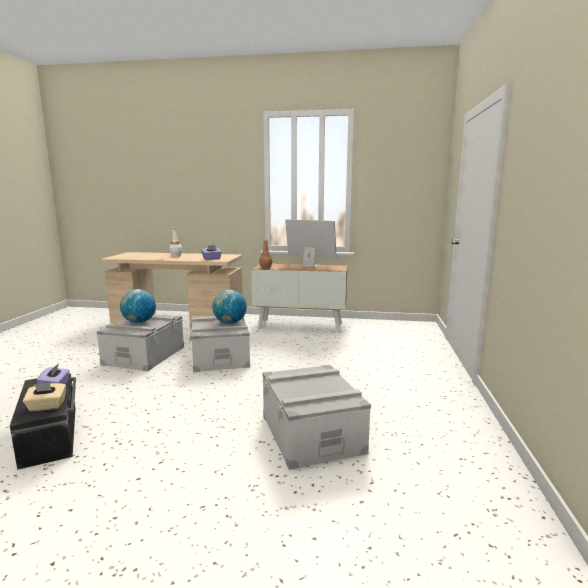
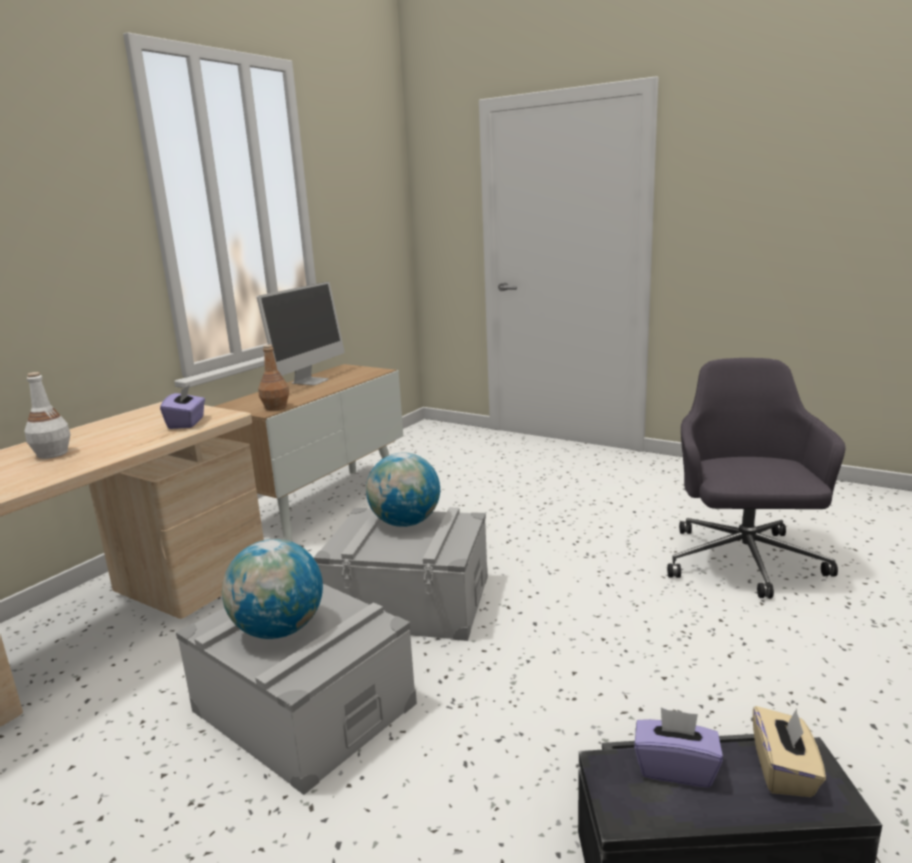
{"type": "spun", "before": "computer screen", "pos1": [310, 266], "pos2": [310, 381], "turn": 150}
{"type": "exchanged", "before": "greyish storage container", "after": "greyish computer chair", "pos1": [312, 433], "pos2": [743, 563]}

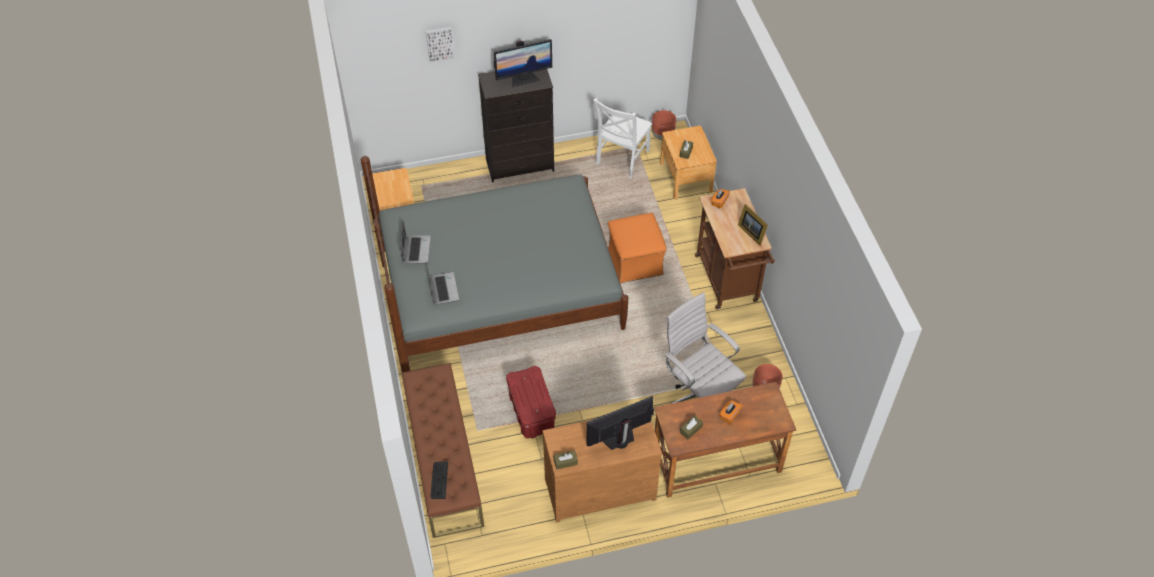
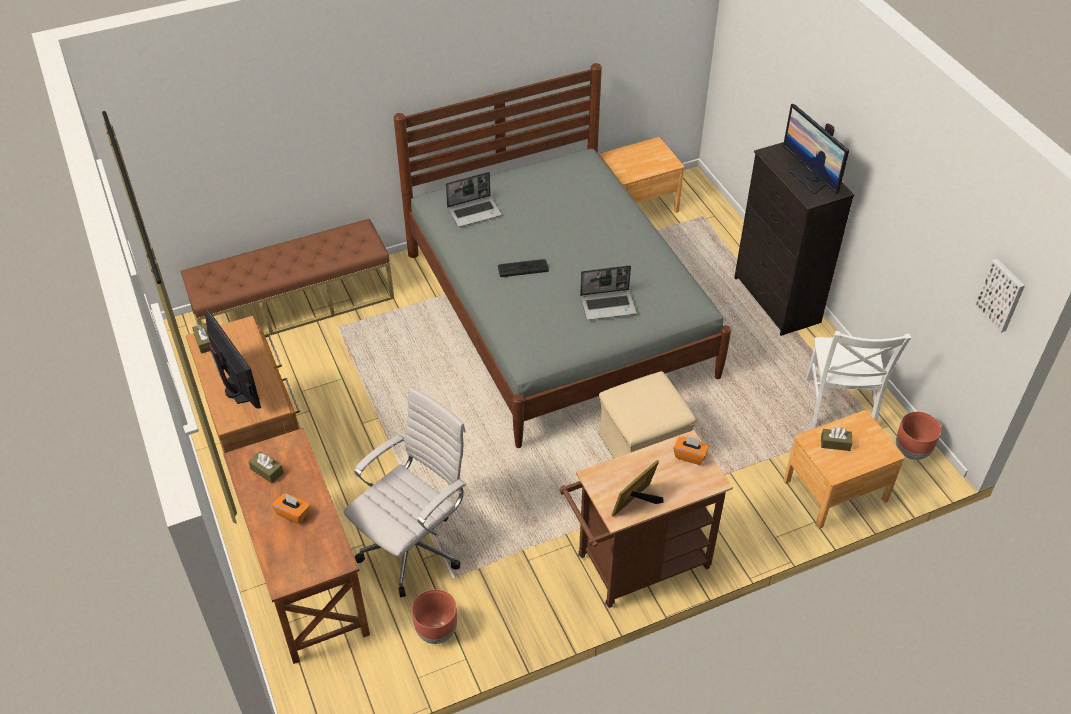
{"type": "relocated", "before": "computer keyboard", "pos1": [439, 480], "pos2": [523, 268]}
{"type": "relocated", "before": "notebook computer", "pos1": [416, 249], "pos2": [608, 305]}
{"type": "colour", "before": "orange-coloured pouffe", "after": "beige pouffe", "pos1": [635, 261], "pos2": [643, 446]}
{"type": "spun", "before": "whitish chair", "pos1": [621, 159], "pos2": [839, 406], "turn": -105}
{"type": "relocated", "before": "wall picture", "pos1": [440, 43], "pos2": [1001, 294]}
{"type": "missing", "before": "reddish storage container", "pos1": [531, 413]}

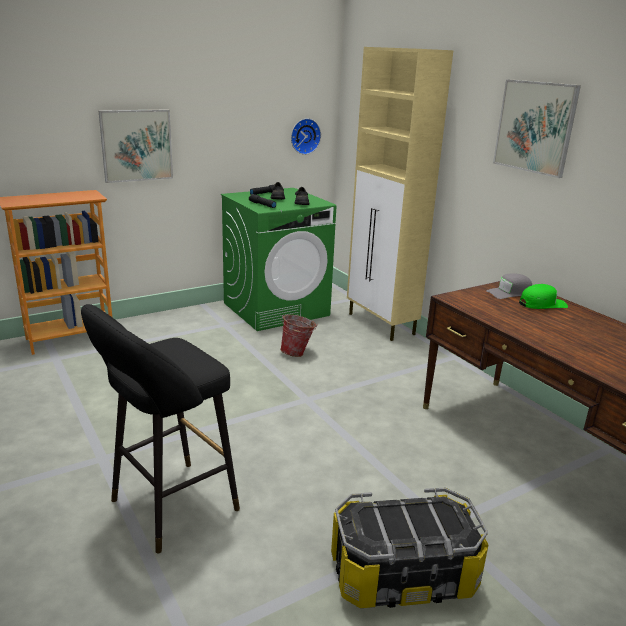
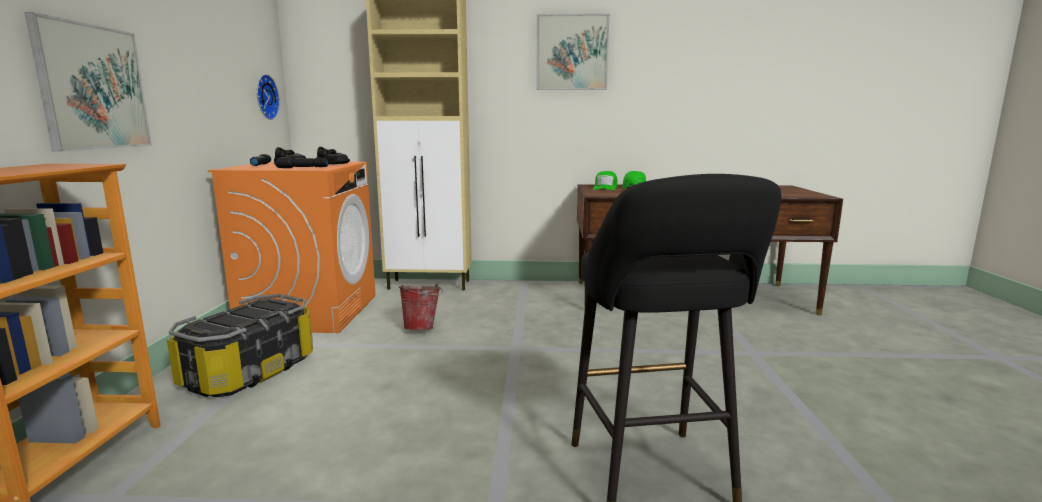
{"type": "relocated", "before": "storage container", "pos1": [402, 574], "pos2": [249, 372]}
{"type": "colour", "before": "green laundry appliance", "after": "orange-coloured laundry appliance", "pos1": [276, 309], "pos2": [310, 312]}
{"type": "colour", "before": "greyish cap", "after": "green cap", "pos1": [509, 293], "pos2": [605, 188]}

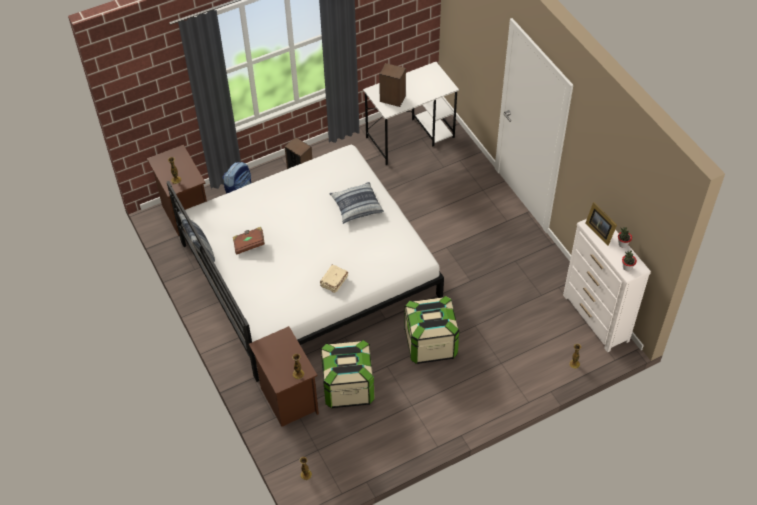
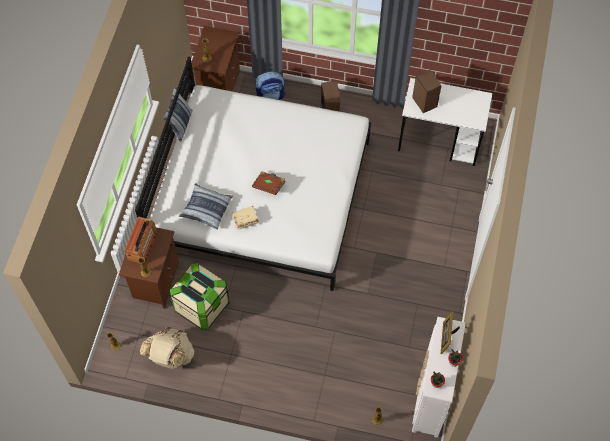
{"type": "appeared", "after": "radio set", "pos2": [142, 245]}
{"type": "appeared", "after": "beige backpack", "pos2": [170, 356]}
{"type": "relocated", "before": "cushion", "pos1": [356, 206], "pos2": [206, 209]}
{"type": "relocated", "before": "brown-coloured bound book", "pos1": [249, 244], "pos2": [269, 186]}
{"type": "missing", "before": "storage container", "pos1": [430, 344]}

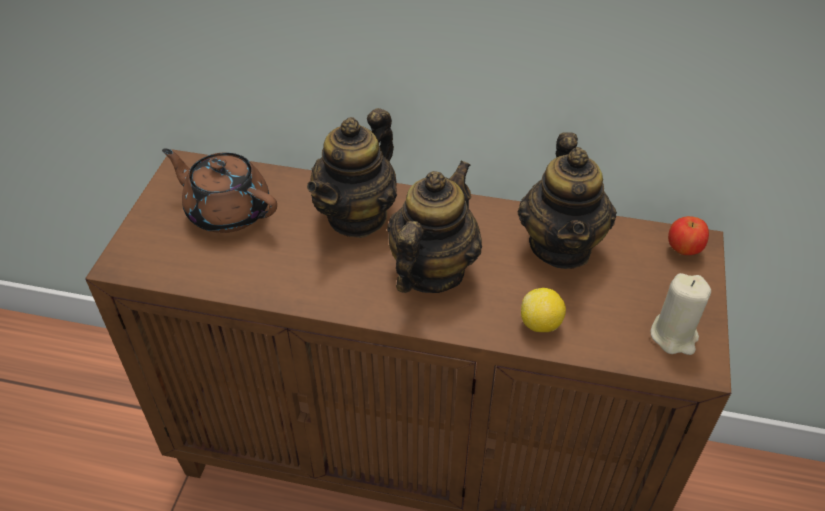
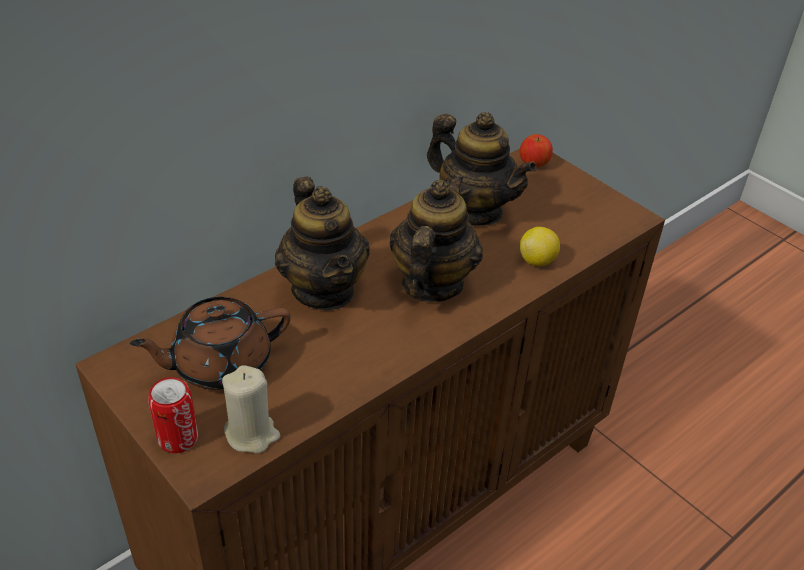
{"type": "appeared", "after": "sealed can", "pos2": [178, 438]}
{"type": "relocated", "before": "beige wax candle", "pos1": [674, 336], "pos2": [251, 434]}
{"type": "spun", "before": "tea pot", "pos1": [431, 271], "pos2": [431, 283], "turn": 45}

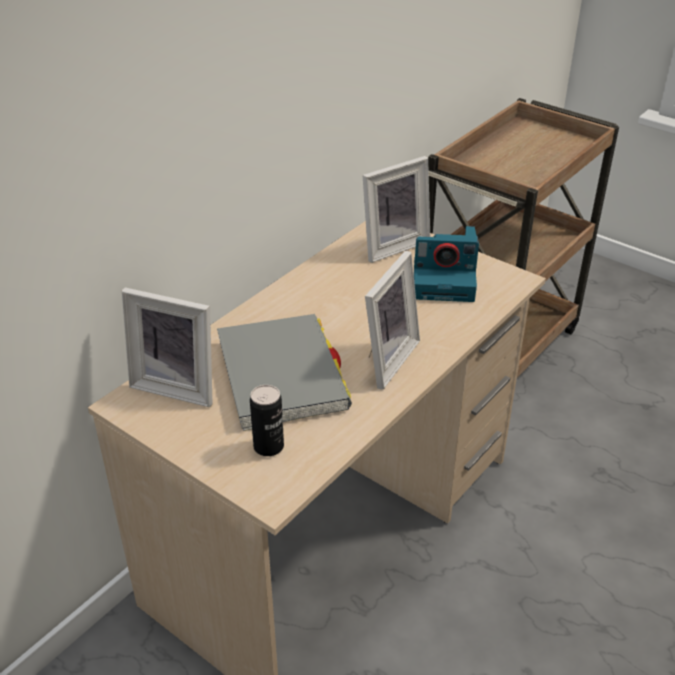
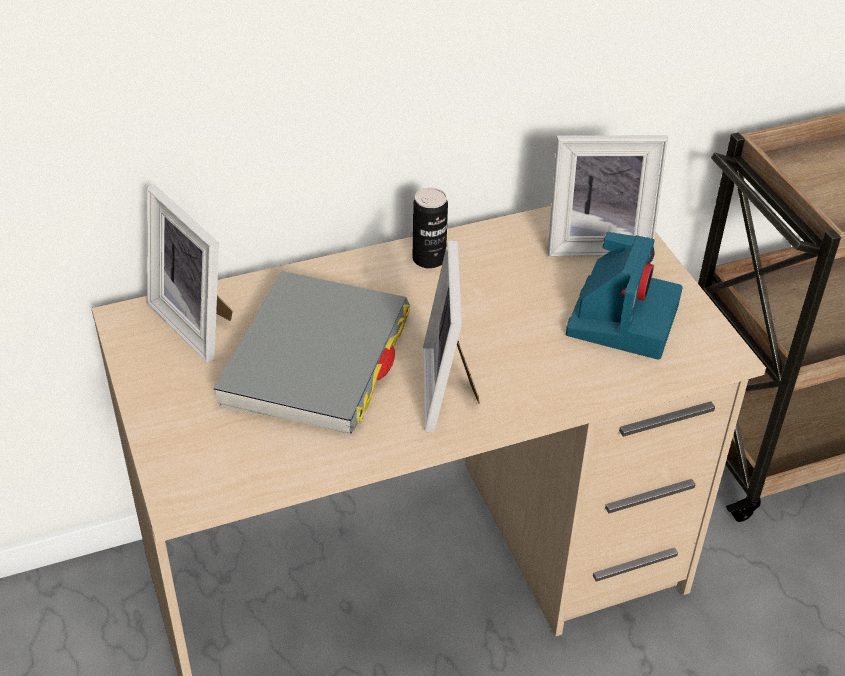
{"type": "relocated", "before": "sealed can", "pos1": [268, 446], "pos2": [429, 259]}
{"type": "spun", "before": "photo frame", "pos1": [384, 359], "pos2": [451, 389], "turn": 120}
{"type": "spun", "before": "still camera", "pos1": [445, 281], "pos2": [622, 318], "turn": -105}

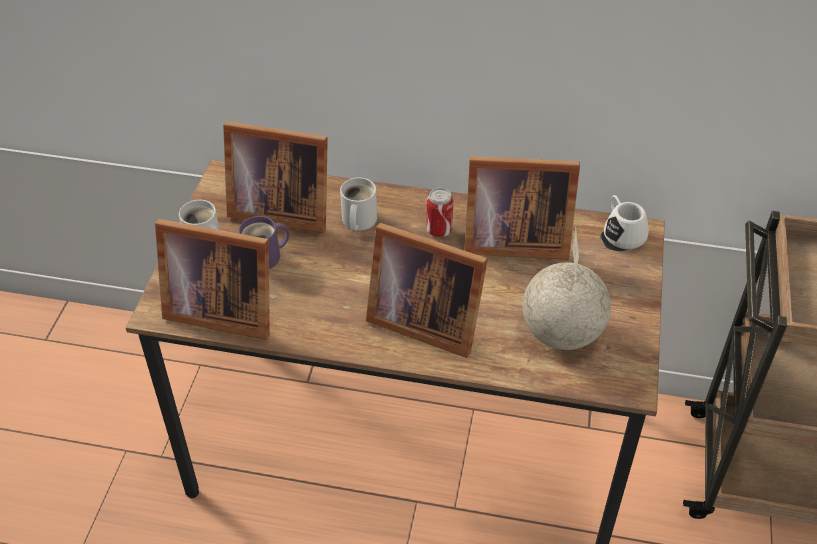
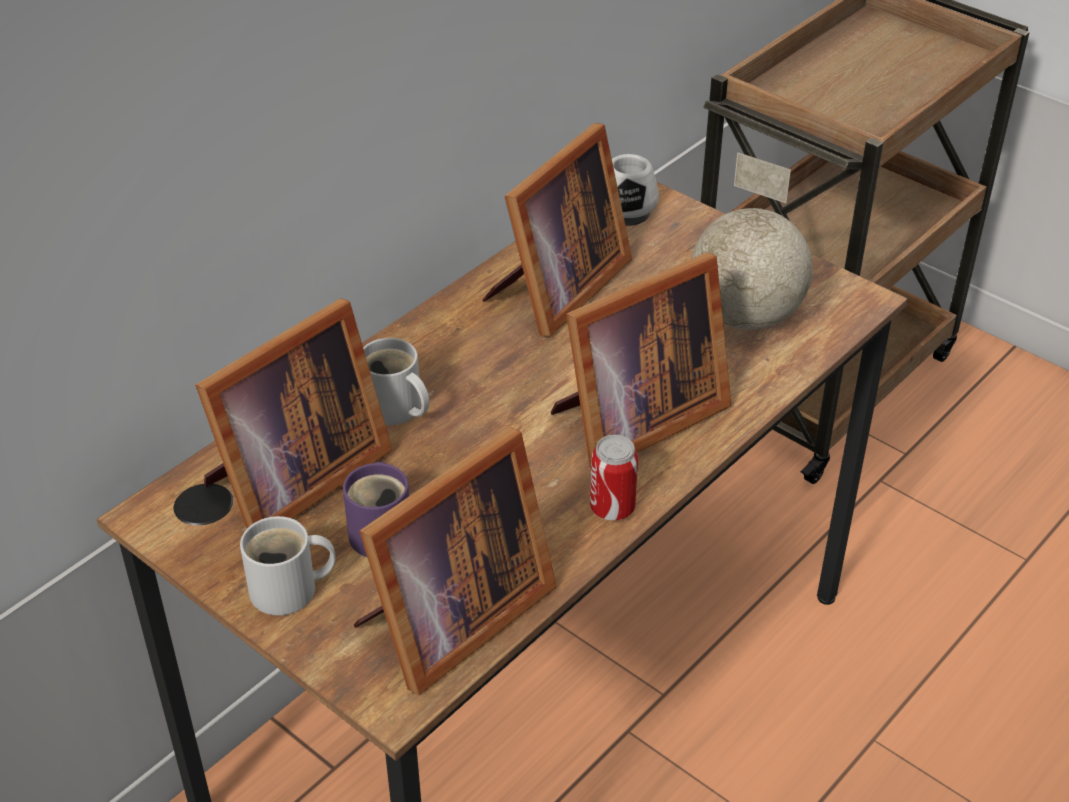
{"type": "relocated", "before": "sealed can", "pos1": [439, 230], "pos2": [612, 508]}

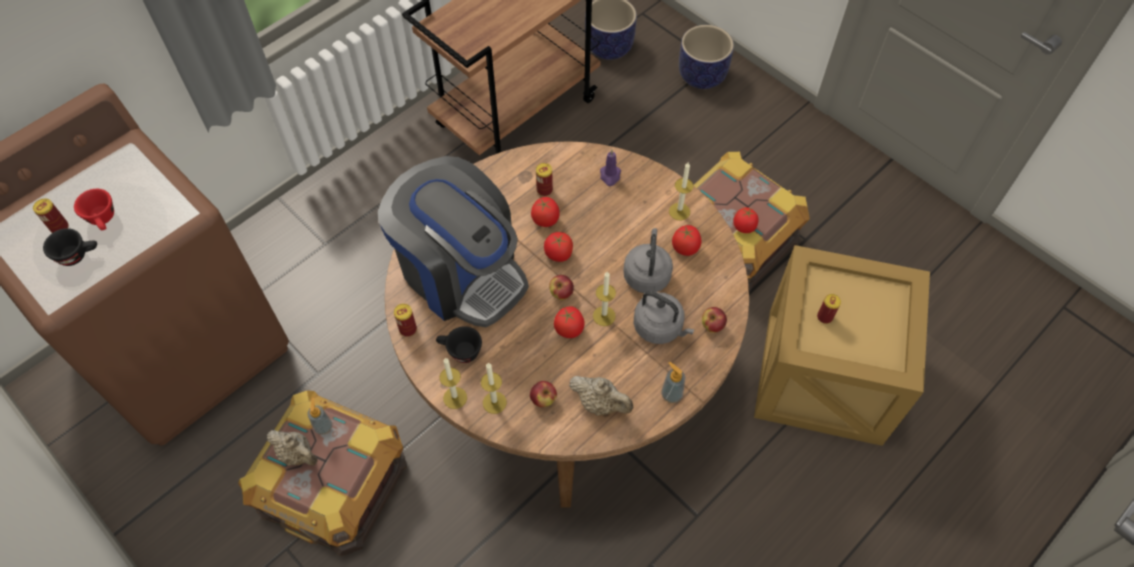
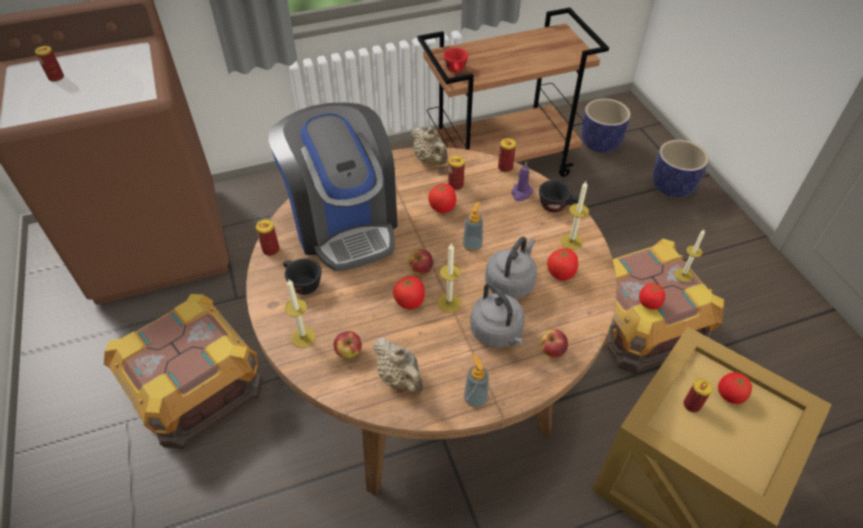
{"type": "relocated", "before": "beige tea pot", "pos1": [297, 454], "pos2": [430, 160]}
{"type": "relocated", "before": "reddish cup", "pos1": [104, 220], "pos2": [456, 70]}
{"type": "relocated", "before": "liquid soap bottle", "pos1": [323, 427], "pos2": [472, 246]}
{"type": "appeared", "after": "sealed can", "pos2": [505, 167]}
{"type": "relocated", "before": "black-coloured cup", "pos1": [78, 255], "pos2": [557, 206]}
{"type": "relocated", "before": "wax candle", "pos1": [455, 398], "pos2": [683, 275]}
{"type": "relocated", "before": "whole tomato", "pos1": [558, 254], "pos2": [729, 395]}

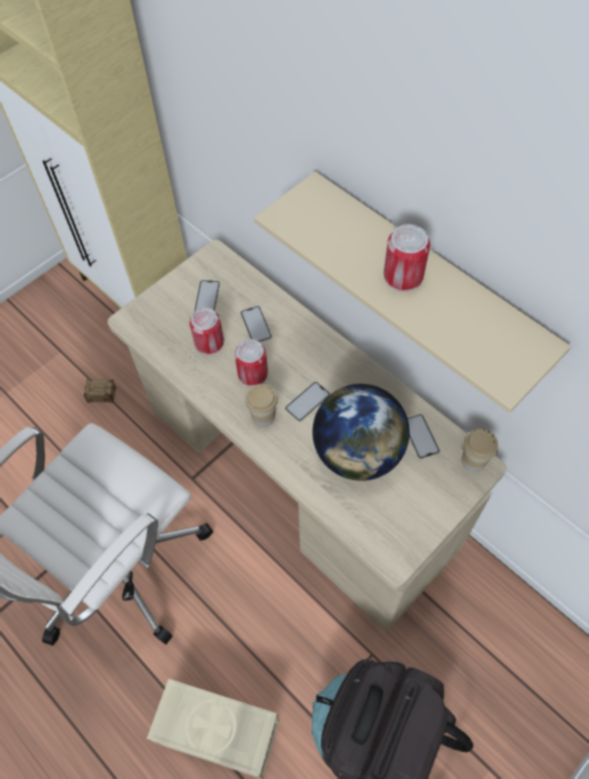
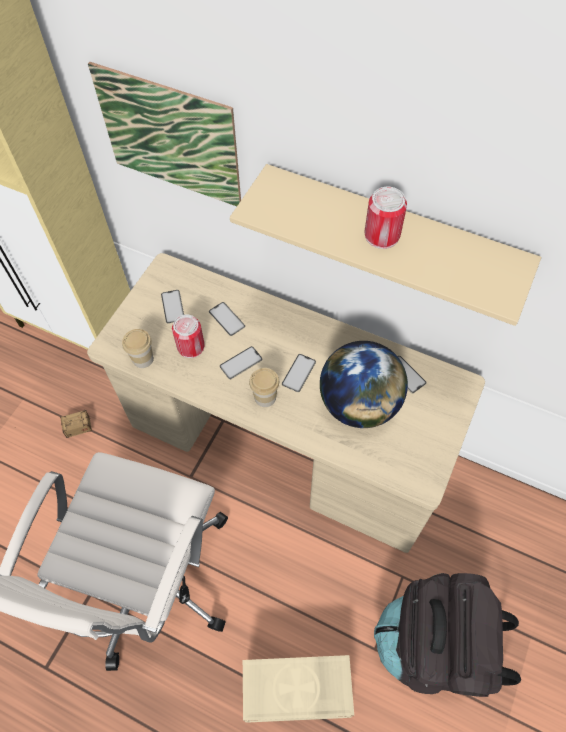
{"type": "appeared", "after": "wall picture", "pos2": [169, 137]}
{"type": "relocated", "before": "cup", "pos1": [473, 460], "pos2": [143, 359]}
{"type": "exchanged", "before": "sealed can", "after": "telephone", "pos1": [252, 374], "pos2": [241, 363]}

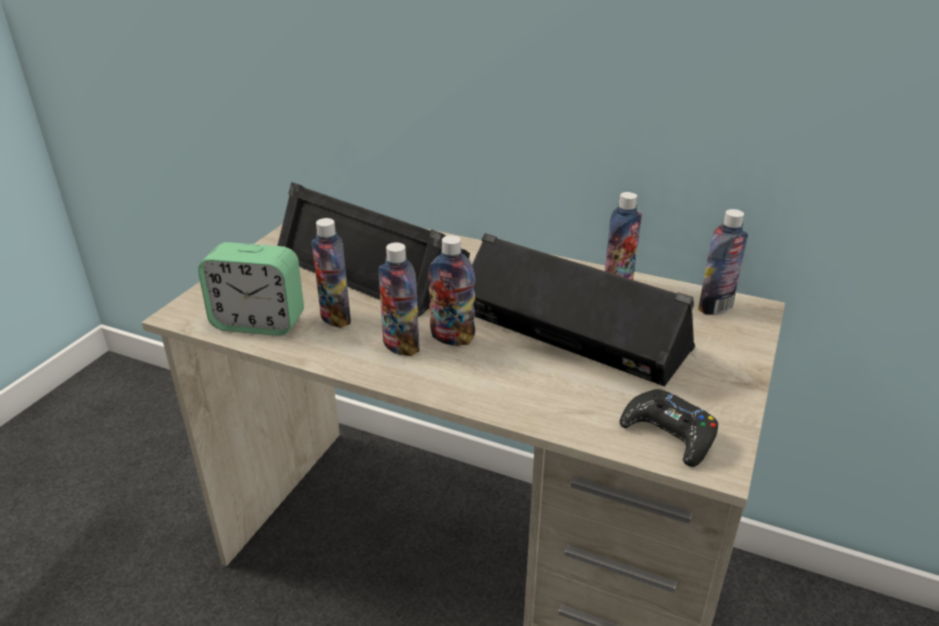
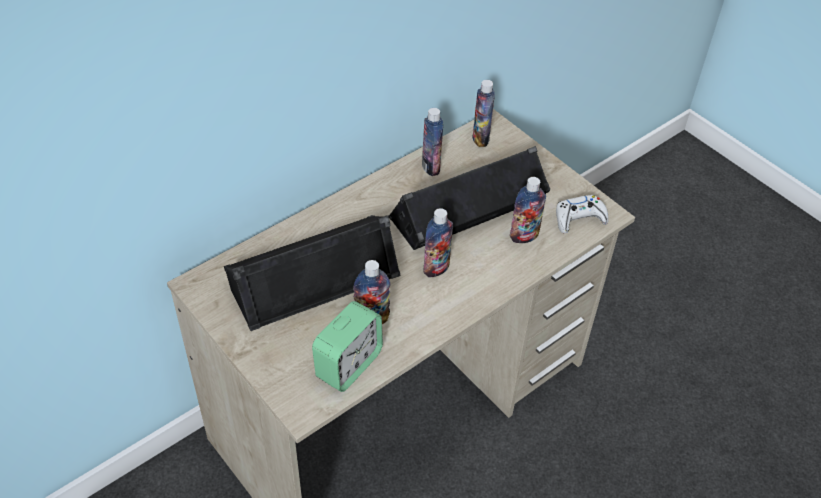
{"type": "relocated", "before": "drink bottle", "pos1": [401, 346], "pos2": [524, 236]}
{"type": "colour", "before": "black-coloured game controller", "after": "whitish game controller", "pos1": [669, 434], "pos2": [579, 219]}

